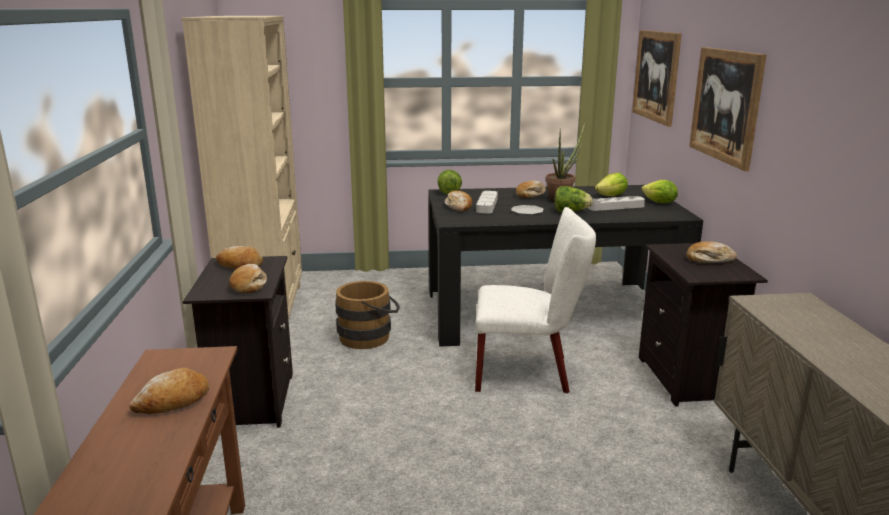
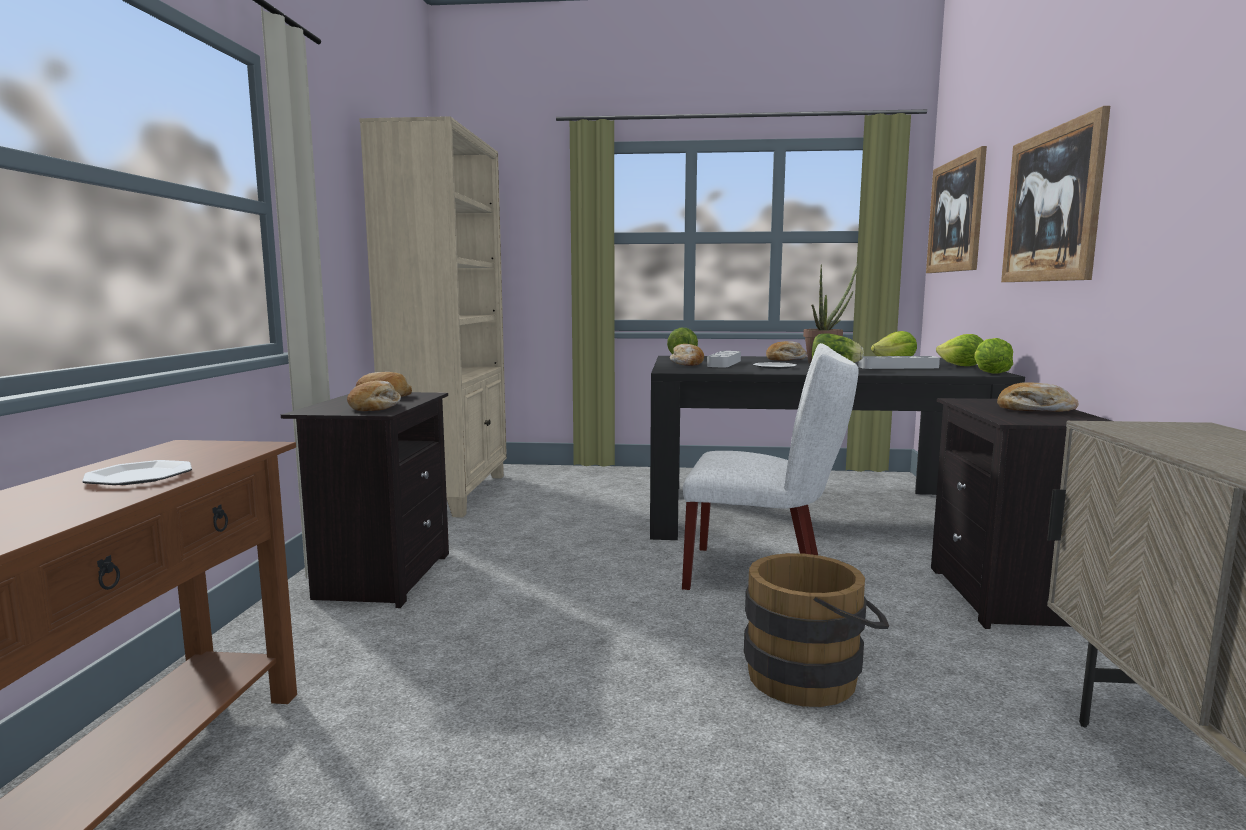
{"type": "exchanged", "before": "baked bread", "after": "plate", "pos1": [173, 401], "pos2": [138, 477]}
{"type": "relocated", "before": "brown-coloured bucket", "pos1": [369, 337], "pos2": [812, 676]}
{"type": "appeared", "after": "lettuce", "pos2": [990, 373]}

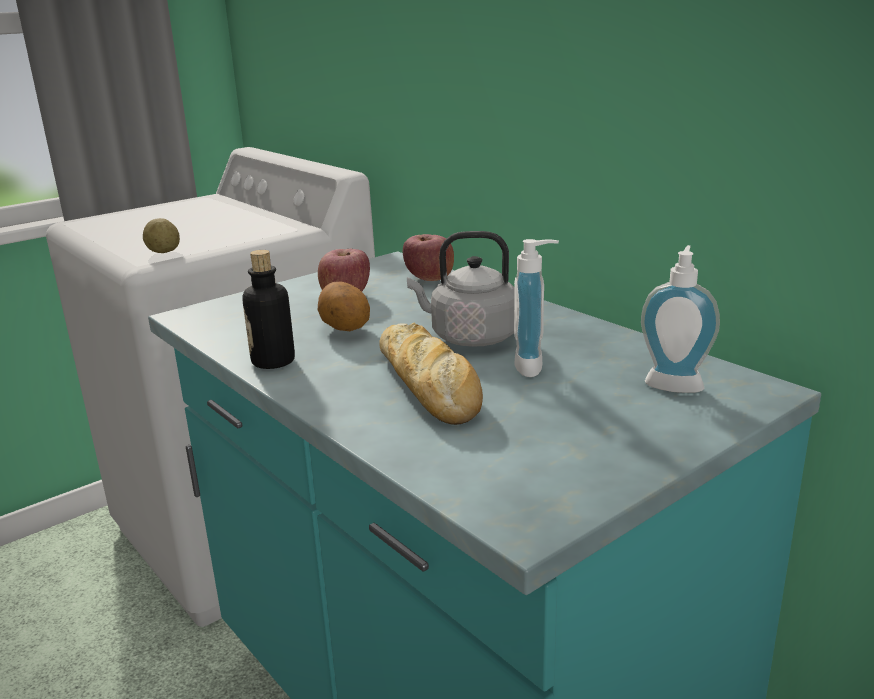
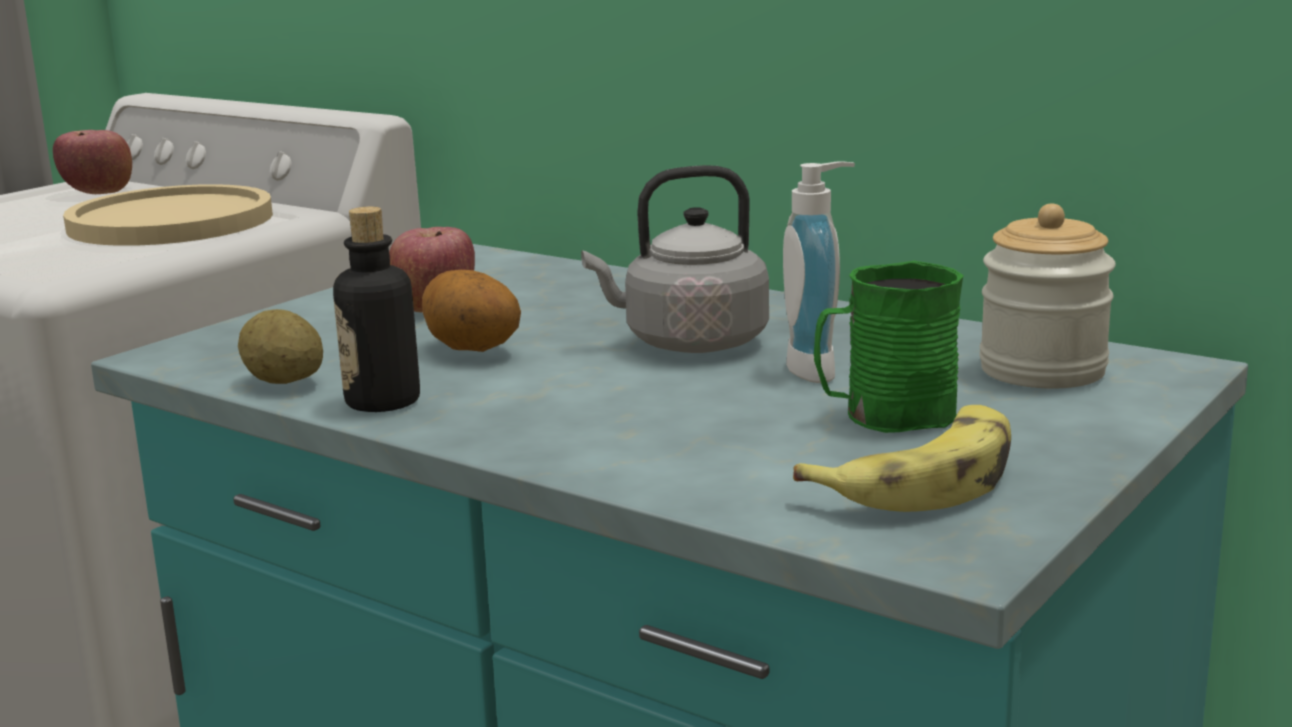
{"type": "relocated", "before": "apple fruit", "pos1": [429, 278], "pos2": [98, 192]}
{"type": "appeared", "after": "beige plate", "pos2": [171, 221]}
{"type": "relocated", "before": "spud", "pos1": [164, 252], "pos2": [284, 382]}
{"type": "appeared", "after": "whole banana", "pos2": [922, 480]}
{"type": "appeared", "after": "green tea mug", "pos2": [885, 415]}
{"type": "exchanged", "before": "liquid soap bottle", "after": "jar", "pos1": [674, 383], "pos2": [1042, 370]}
{"type": "missing", "before": "baked bread", "pos1": [429, 386]}

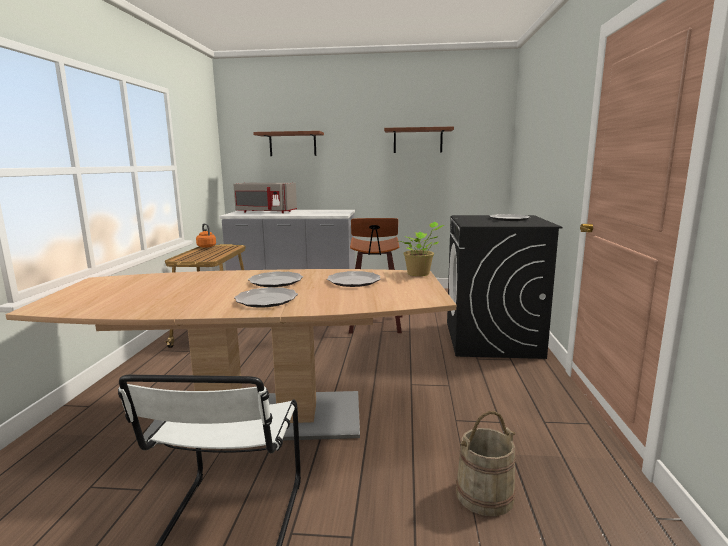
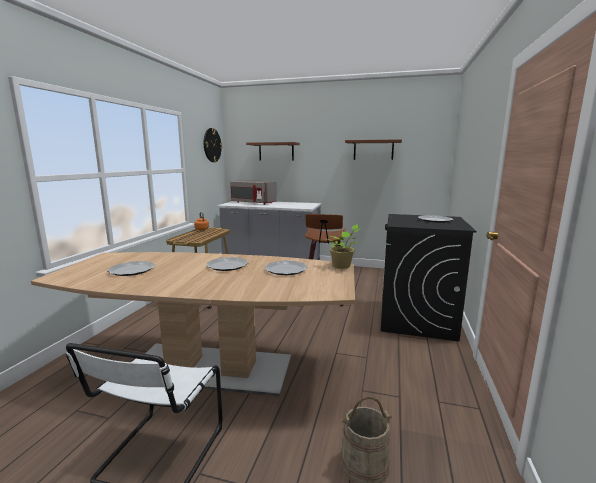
{"type": "relocated", "before": "plate", "pos1": [267, 300], "pos2": [132, 270]}
{"type": "appeared", "after": "hanging clock", "pos2": [212, 145]}

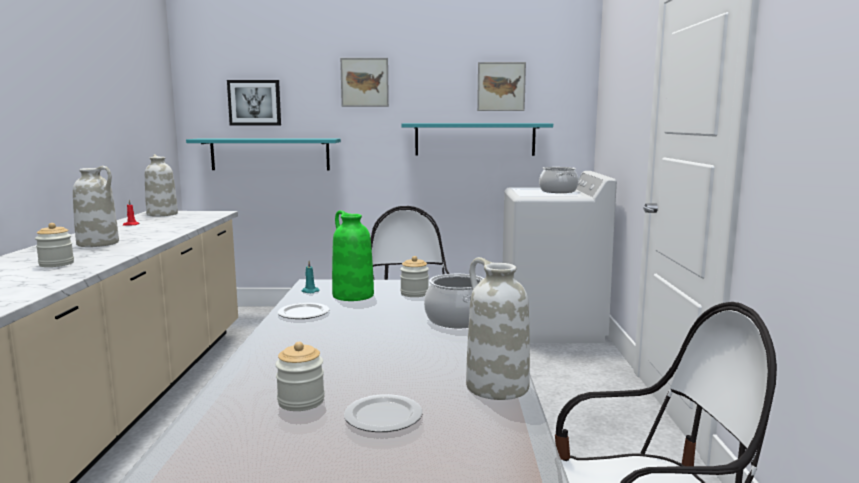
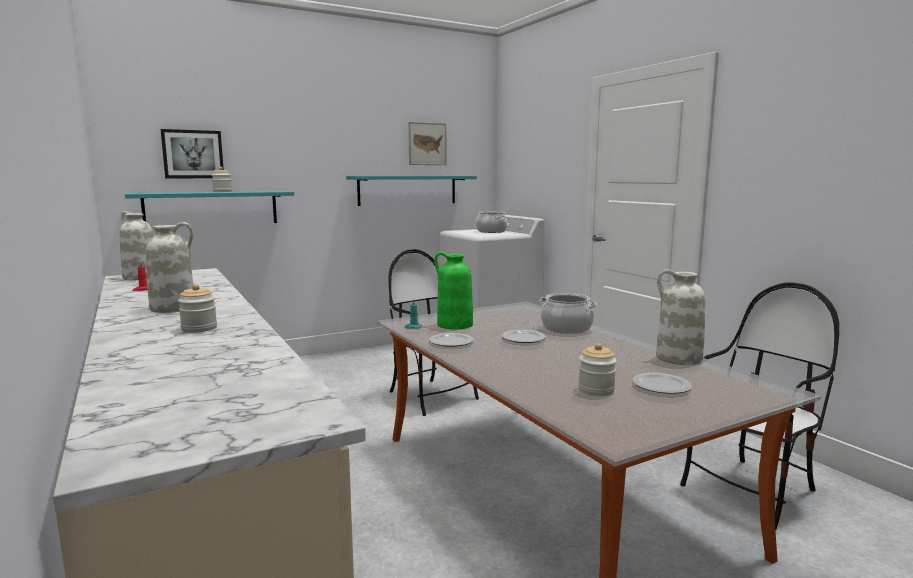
{"type": "relocated", "before": "jar", "pos1": [414, 293], "pos2": [222, 191]}
{"type": "appeared", "after": "plate", "pos2": [524, 338]}
{"type": "missing", "before": "wall picture", "pos1": [364, 82]}

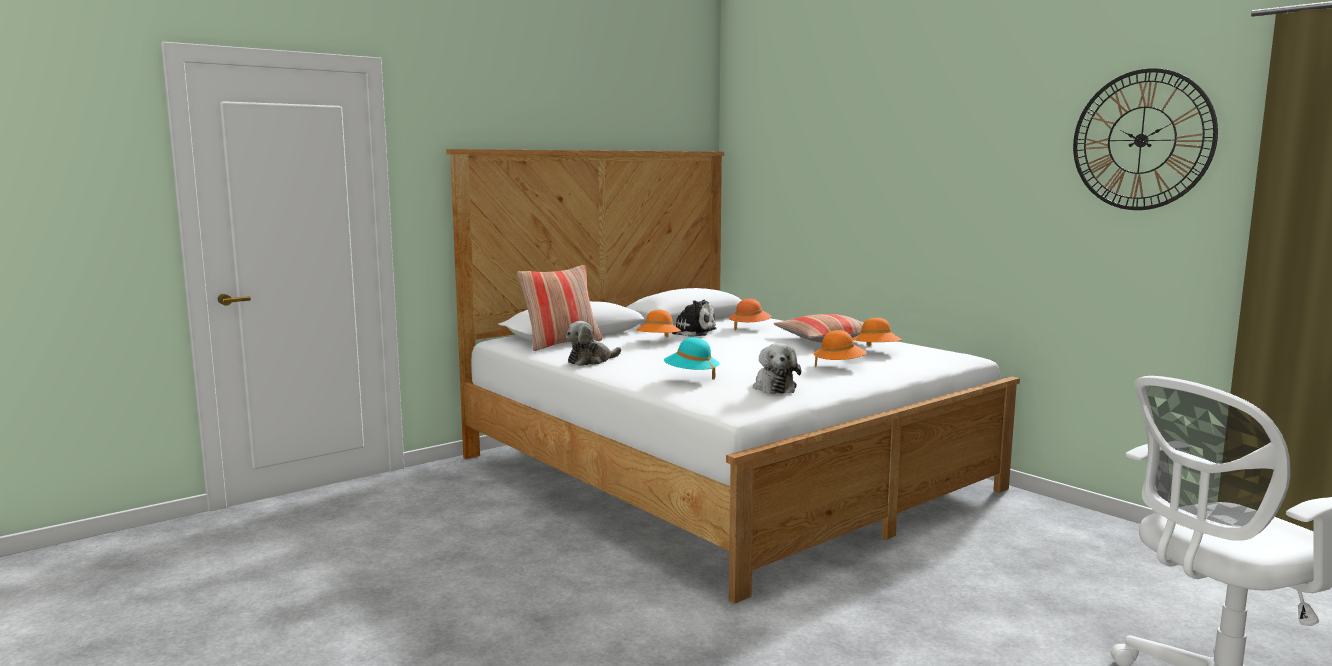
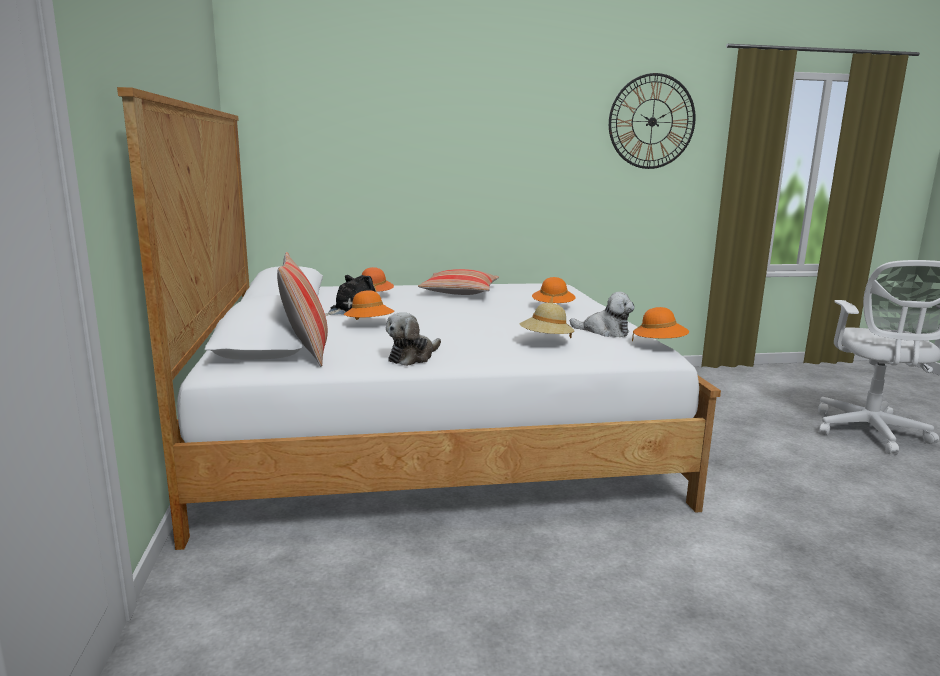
{"type": "spun", "before": "plush toy", "pos1": [591, 361], "pos2": [412, 357], "turn": 45}
{"type": "colour", "before": "blue-green clothing hat", "after": "beige clothing hat", "pos1": [691, 375], "pos2": [546, 340]}
{"type": "relocated", "before": "orange-coloured clothing hat", "pos1": [876, 351], "pos2": [659, 344]}

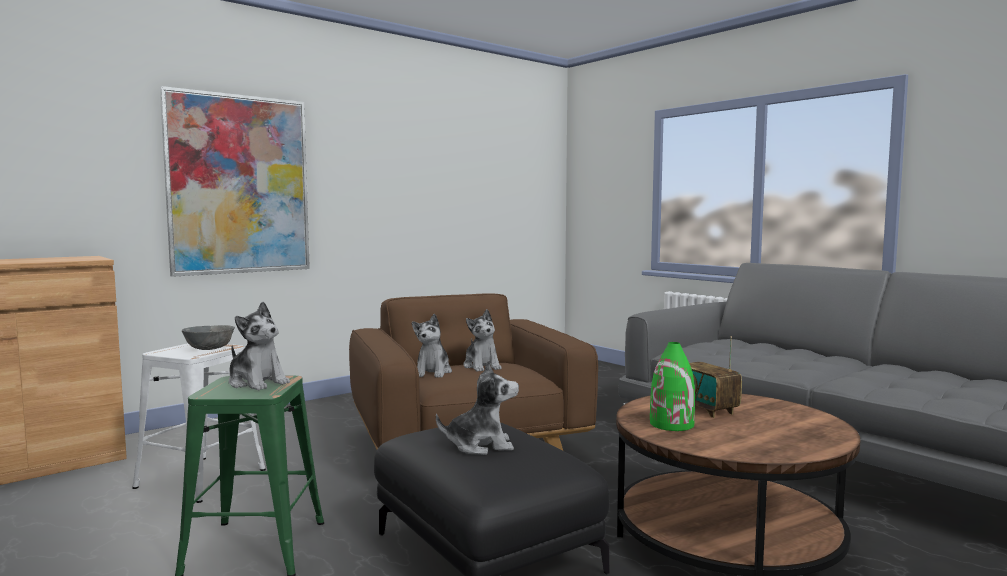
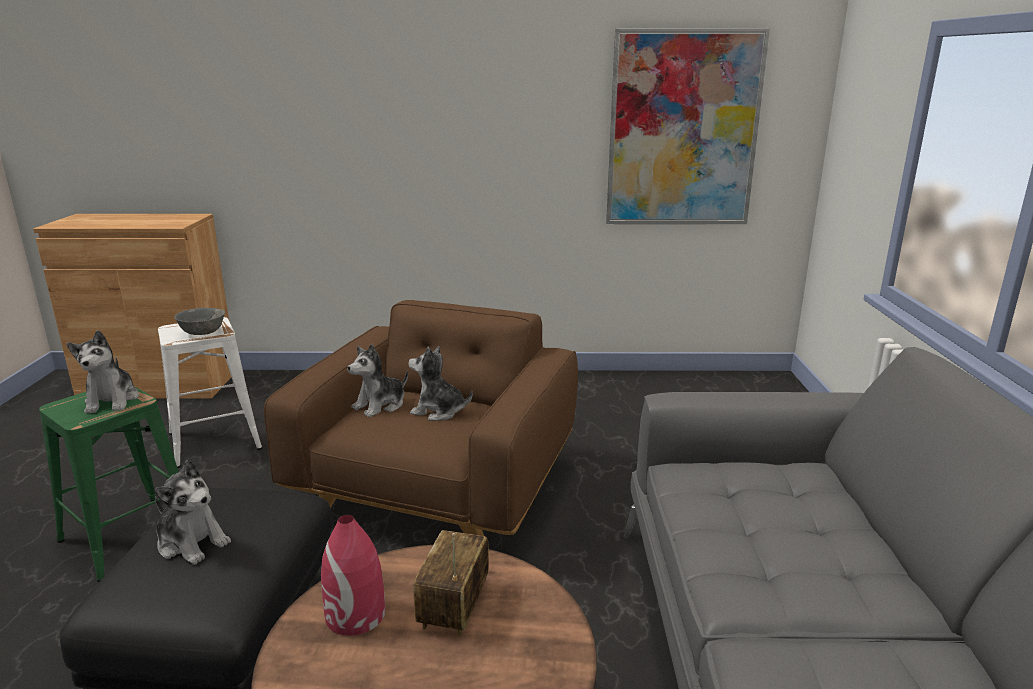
{"type": "colour", "before": "green flower vase", "after": "reddish flower vase", "pos1": [672, 424], "pos2": [355, 615]}
{"type": "spun", "before": "plush toy", "pos1": [482, 366], "pos2": [438, 411], "turn": 90}
{"type": "relocated", "before": "wall picture", "pos1": [239, 185], "pos2": [683, 130]}

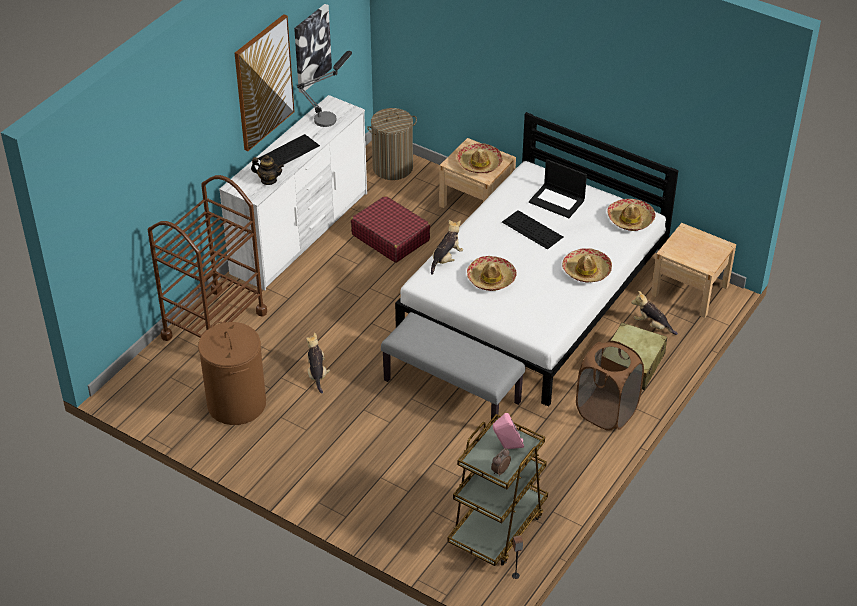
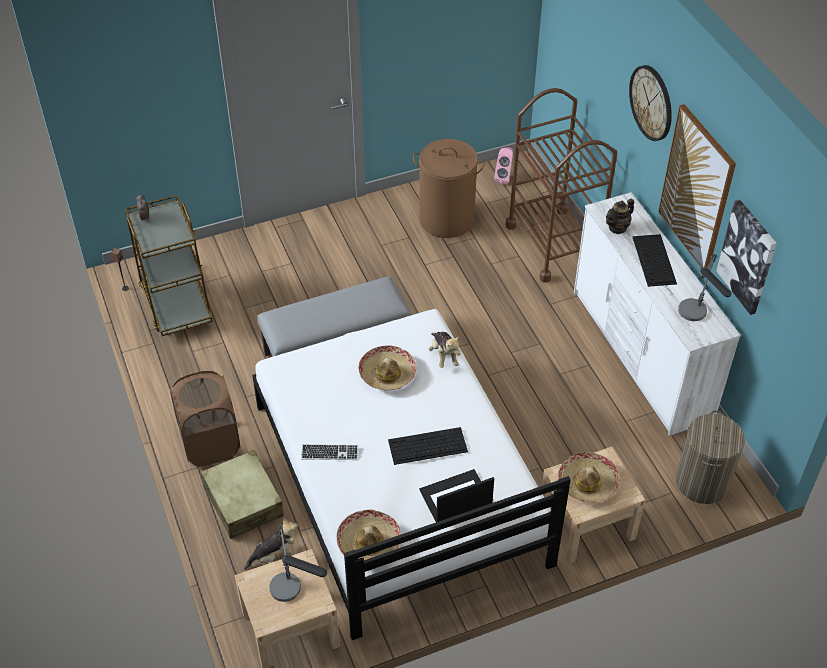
{"type": "appeared", "after": "lamp for a table", "pos2": [293, 592]}
{"type": "exchanged", "before": "clothing hat", "after": "computer keyboard", "pos1": [586, 271], "pos2": [330, 453]}
{"type": "relocated", "before": "pinkish audio speaker", "pos1": [507, 447], "pos2": [504, 178]}
{"type": "appeared", "after": "hanging clock", "pos2": [651, 102]}
{"type": "missing", "before": "plush toy", "pos1": [317, 374]}
{"type": "missing", "before": "reddish suitcase", "pos1": [390, 237]}

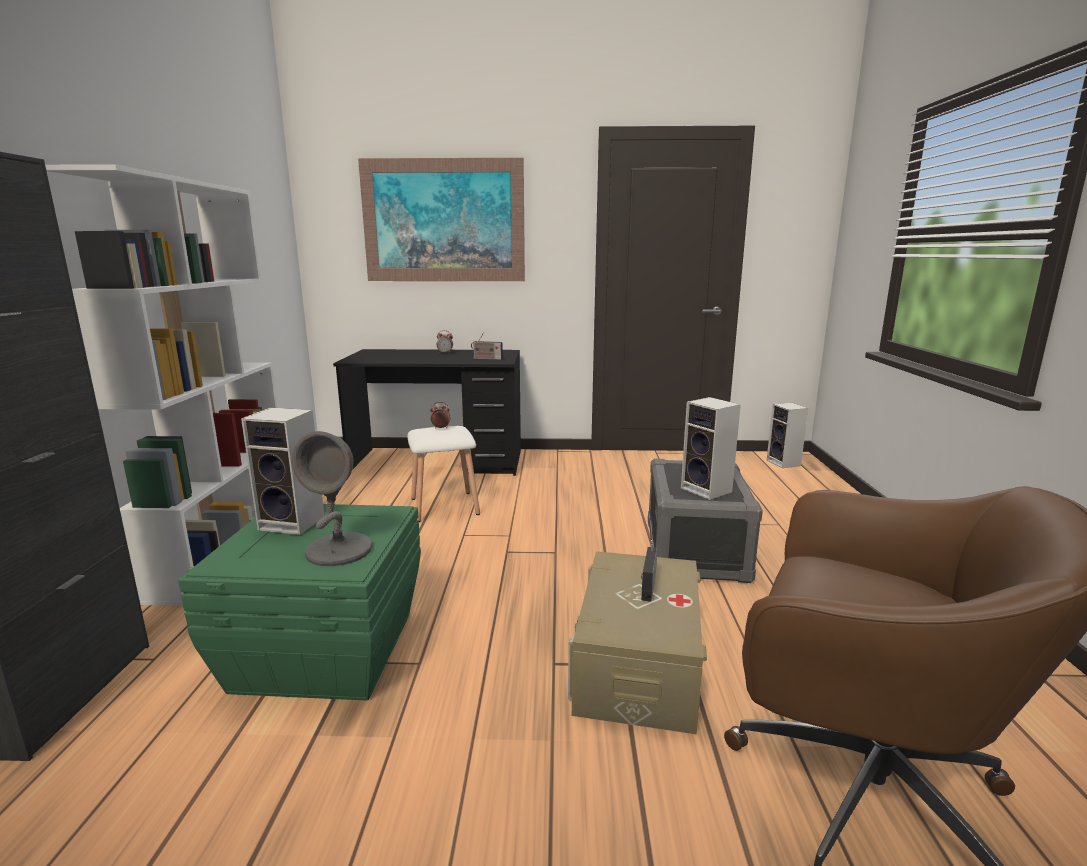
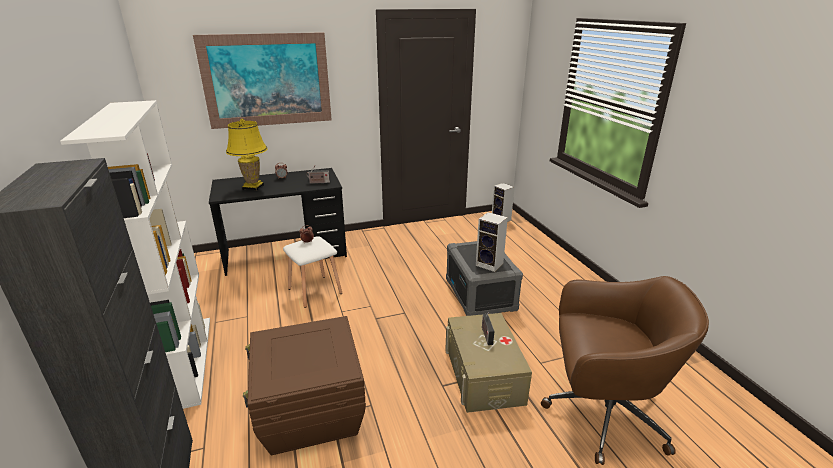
{"type": "appeared", "after": "yellow lamp for a table", "pos2": [253, 187]}
{"type": "colour", "before": "green storage container", "after": "brown-coloured storage container", "pos1": [323, 652], "pos2": [310, 413]}
{"type": "missing", "before": "audio speaker", "pos1": [294, 523]}
{"type": "missing", "before": "greyish lamp for a table", "pos1": [339, 550]}

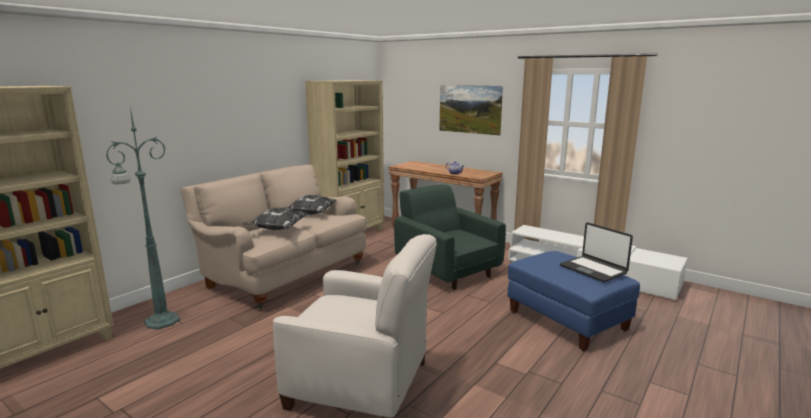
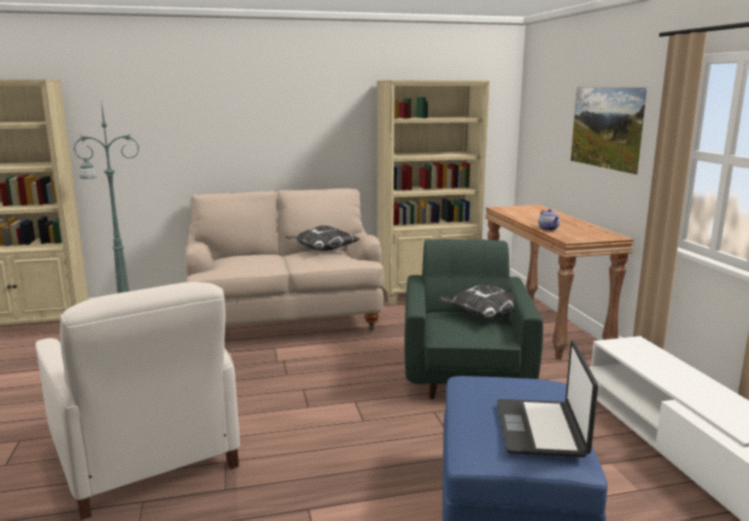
{"type": "relocated", "before": "cushion", "pos1": [277, 229], "pos2": [483, 315]}

